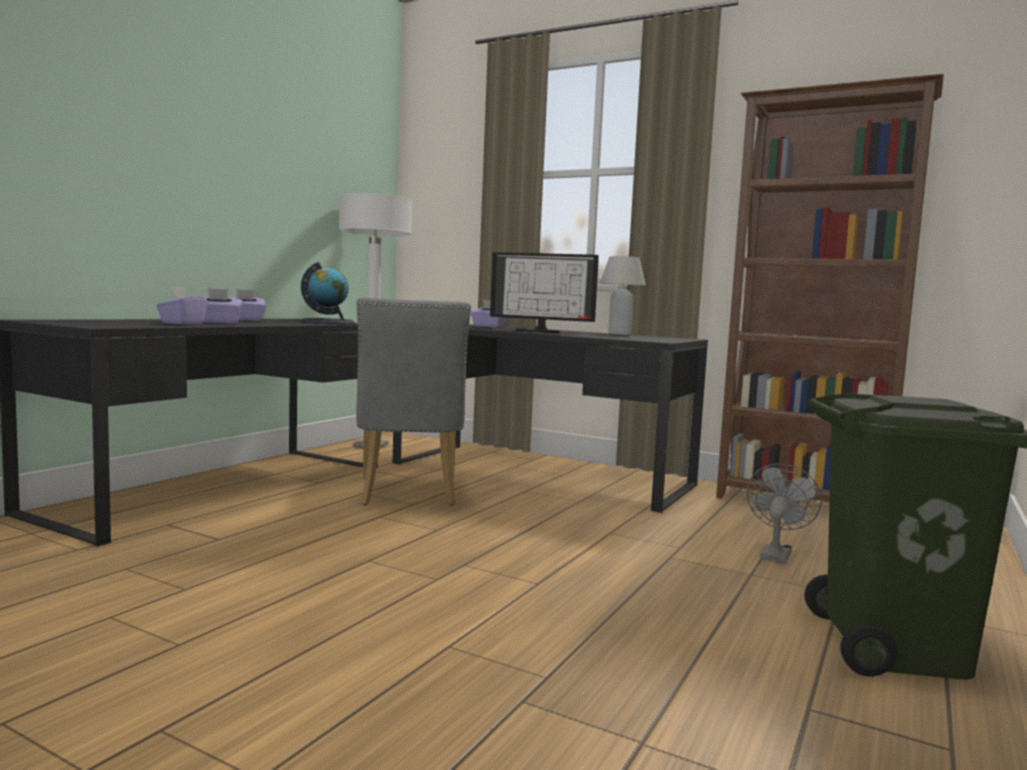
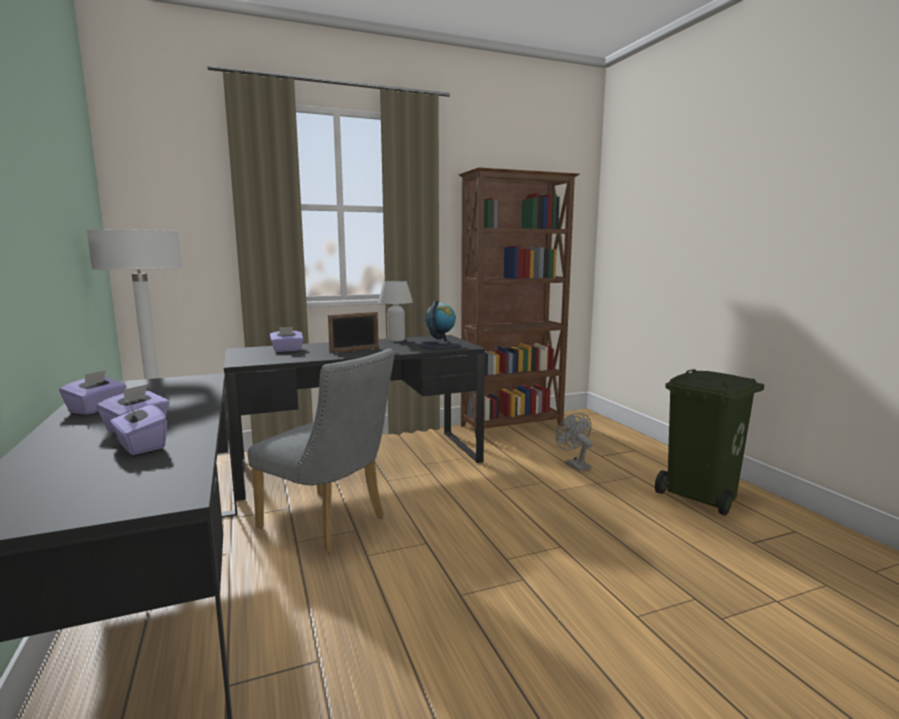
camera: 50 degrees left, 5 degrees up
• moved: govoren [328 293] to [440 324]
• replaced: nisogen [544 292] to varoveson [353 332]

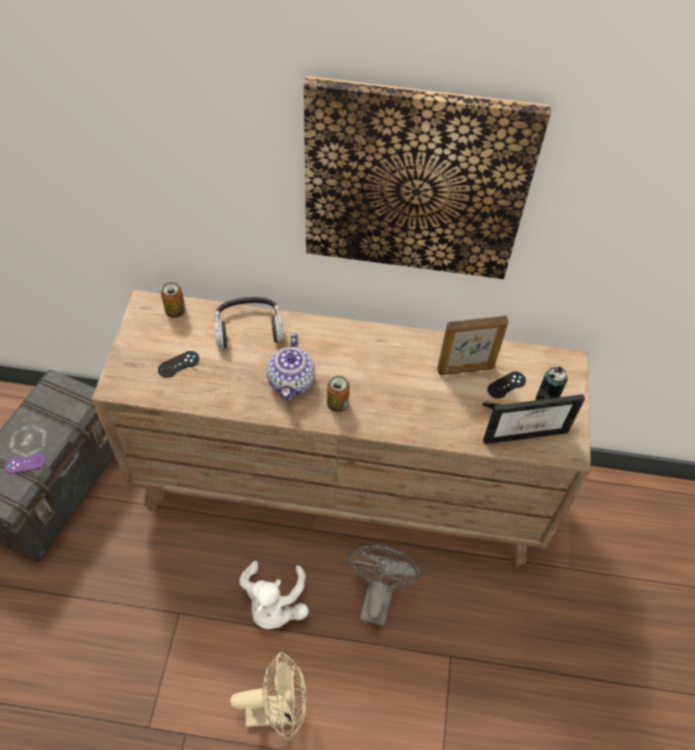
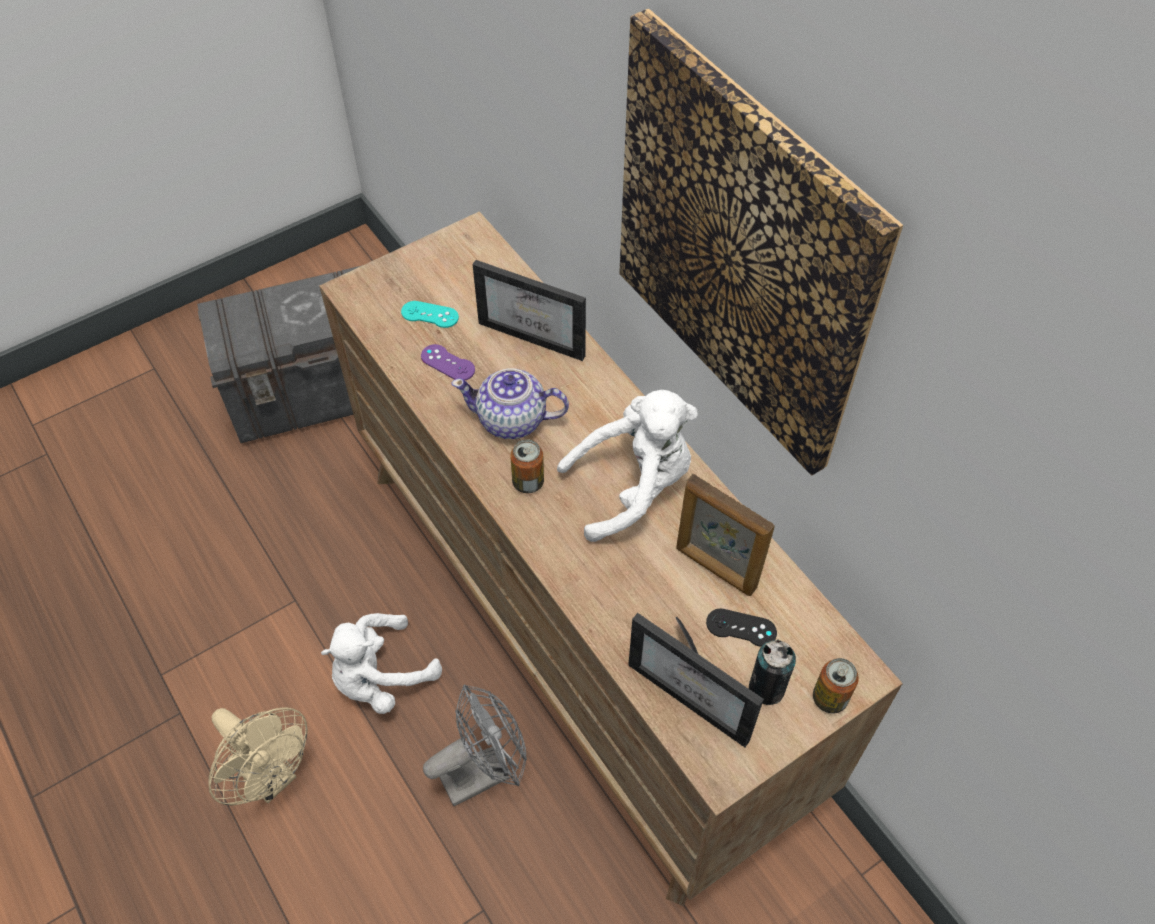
camera: 50 degrees right, 0 degrees up
• moved: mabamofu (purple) [25 463] to [448 362]
• recoloured: mabamofu (black) [178 364] to mabamofu (turquoise) [430 314]
• moved: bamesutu [173 300] to [836 685]
• replaced: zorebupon [249 323] to varoveson [529 310]
• turned: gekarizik [291 367] = [510 403] 45 degrees clockwise
• added: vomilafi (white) [627 466]

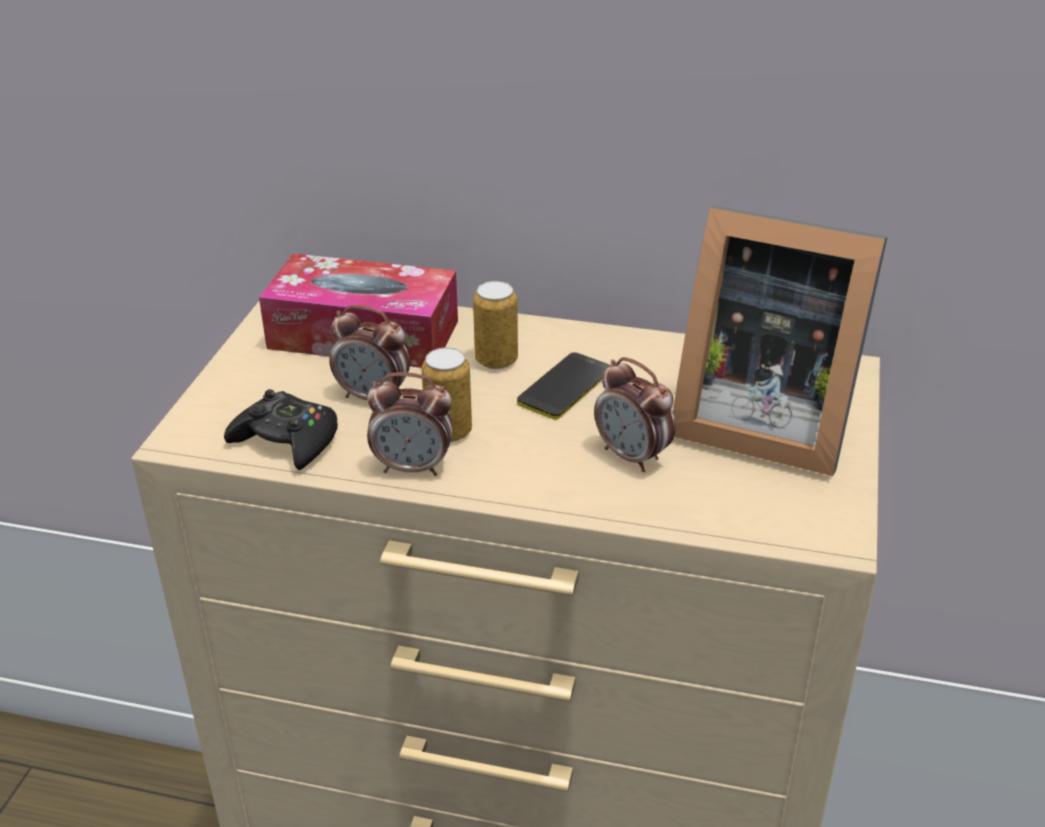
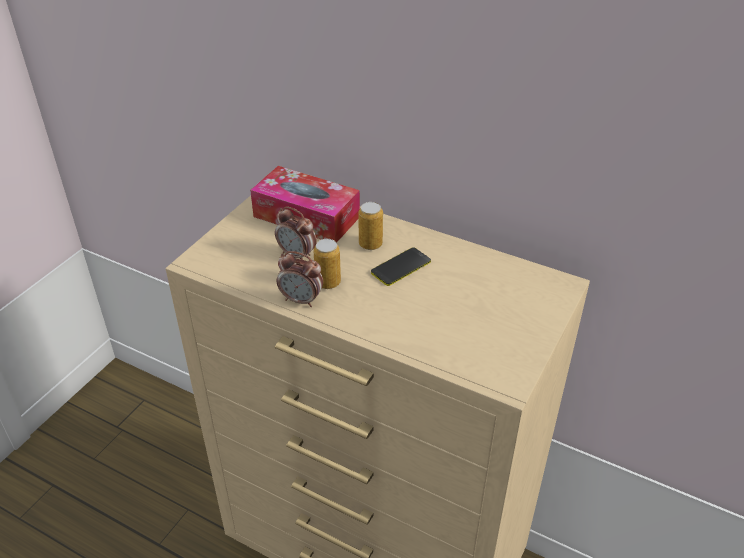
camera: 15 degrees right, 5 degrees up
• removed: mabamofu (black) [281 429]
• removed: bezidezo [635 414]
• removed: varoveson [780 340]

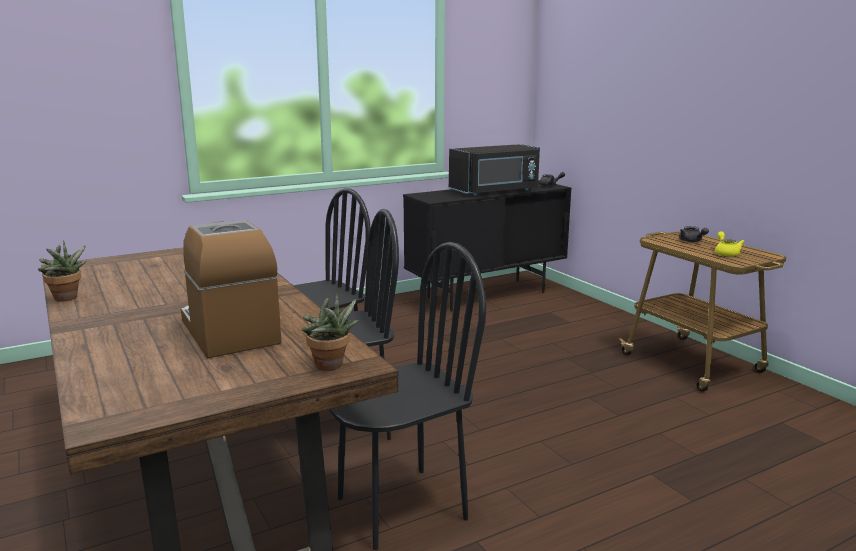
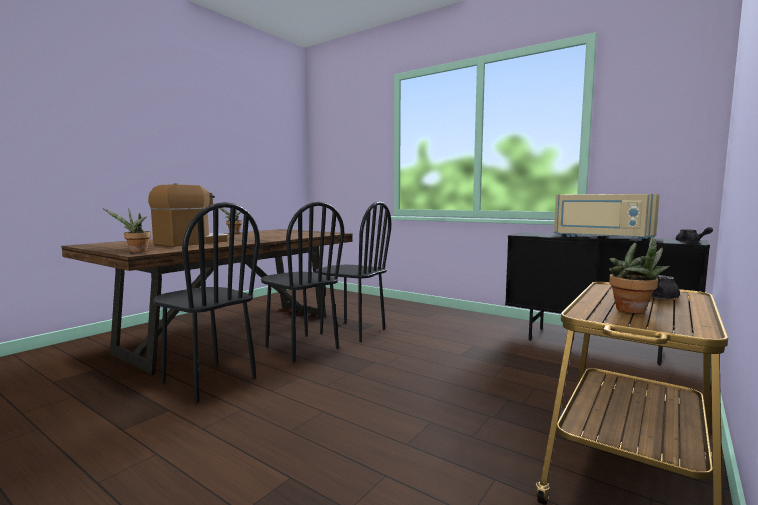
camera: 65 degrees right, 10 degrees down
• recoloured: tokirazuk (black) [494 169] to tokirazuk (beige) [607 217]
• replaced: gekarizik (yellow) [730 244] to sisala [639 274]

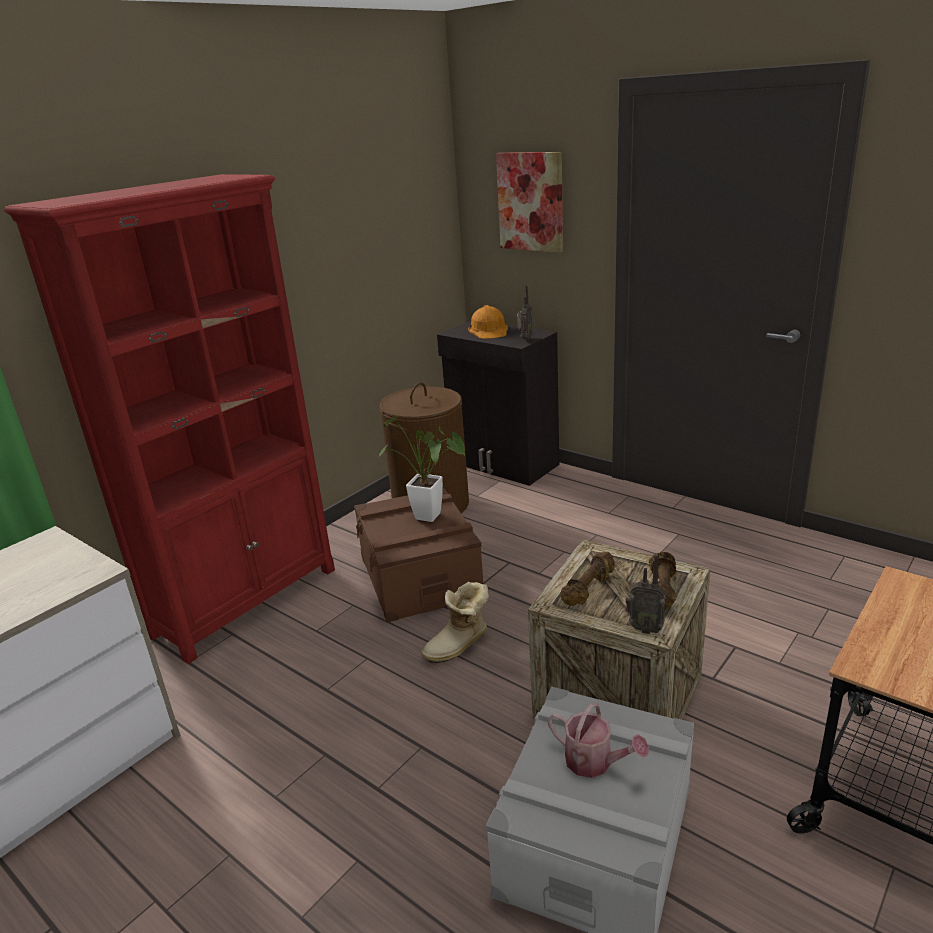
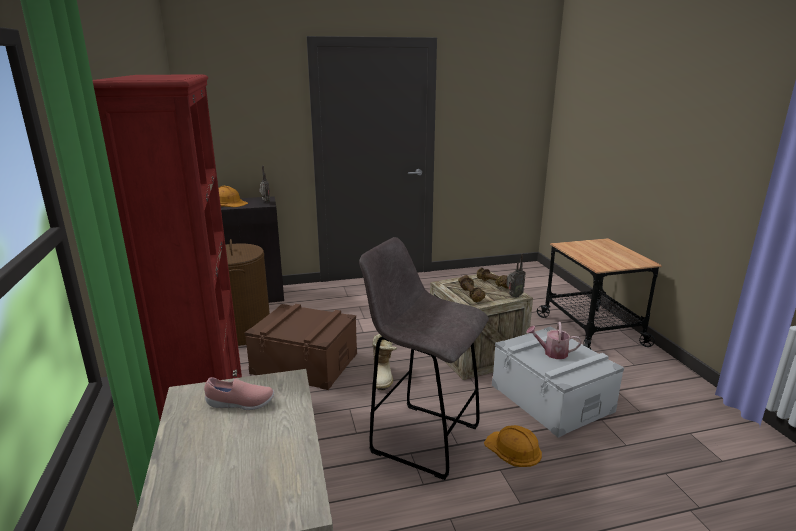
camera: 55 degrees left, 5 degrees down
• removed: sisala [421 469]
• removed: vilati [529 202]
• turned: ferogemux [598 740] = [554 340] 150 degrees counterclockwise
• added: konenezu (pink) [239 393]
• added: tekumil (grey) [424 358]
• added: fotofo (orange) [513 446]

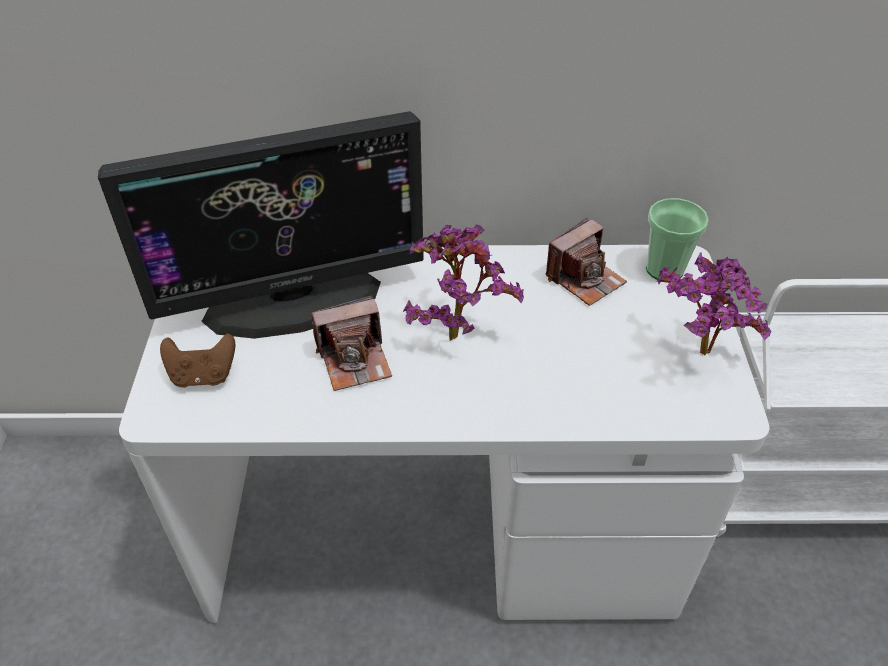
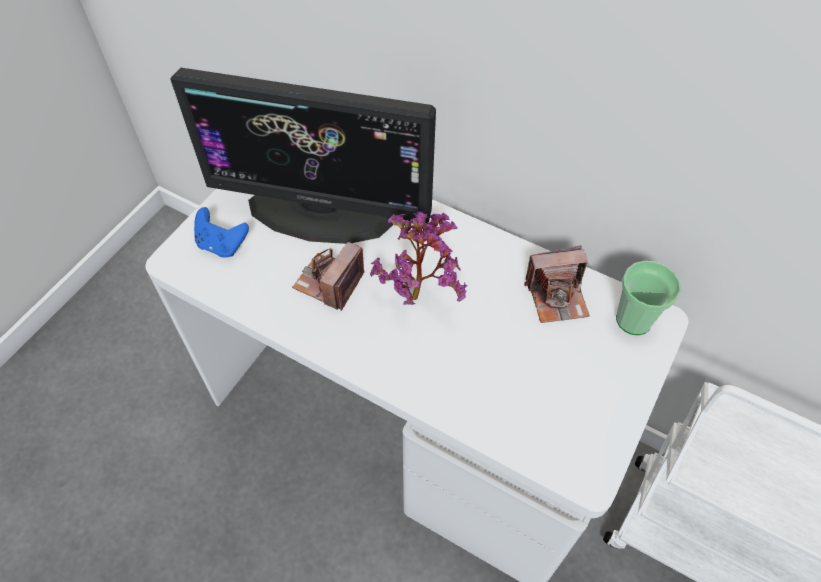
camera: 30 degrees right, 10 degrees up
• recoloured: mabamofu (brown) [197 361] to mabamofu (blue) [221 232]
• turned: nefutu [351 343] = [328 276] 105 degrees clockwise
• removed: sisala [714 304]

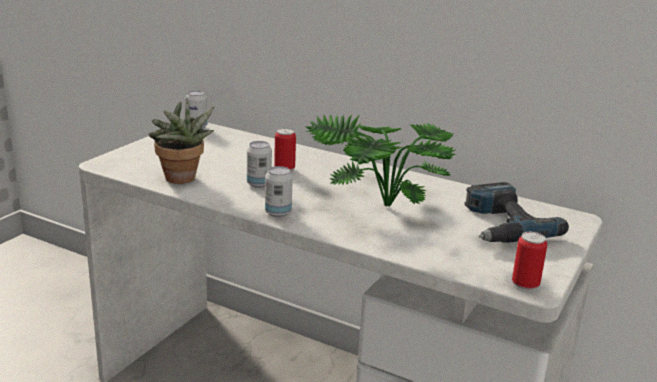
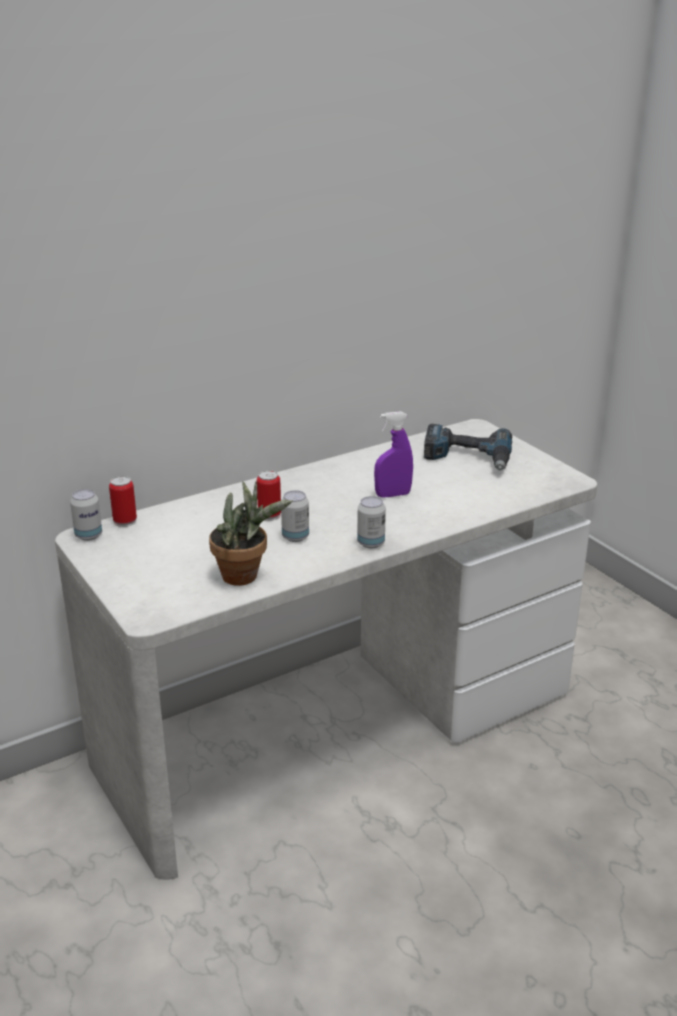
camera: 60 degrees left, 5 degrees up
• replaced: sisala [381 160] to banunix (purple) [393 454]
• moved: bamesutu [529 262] to [123 501]

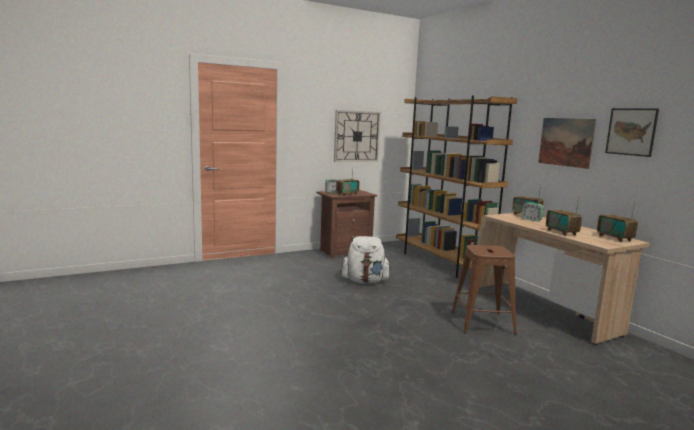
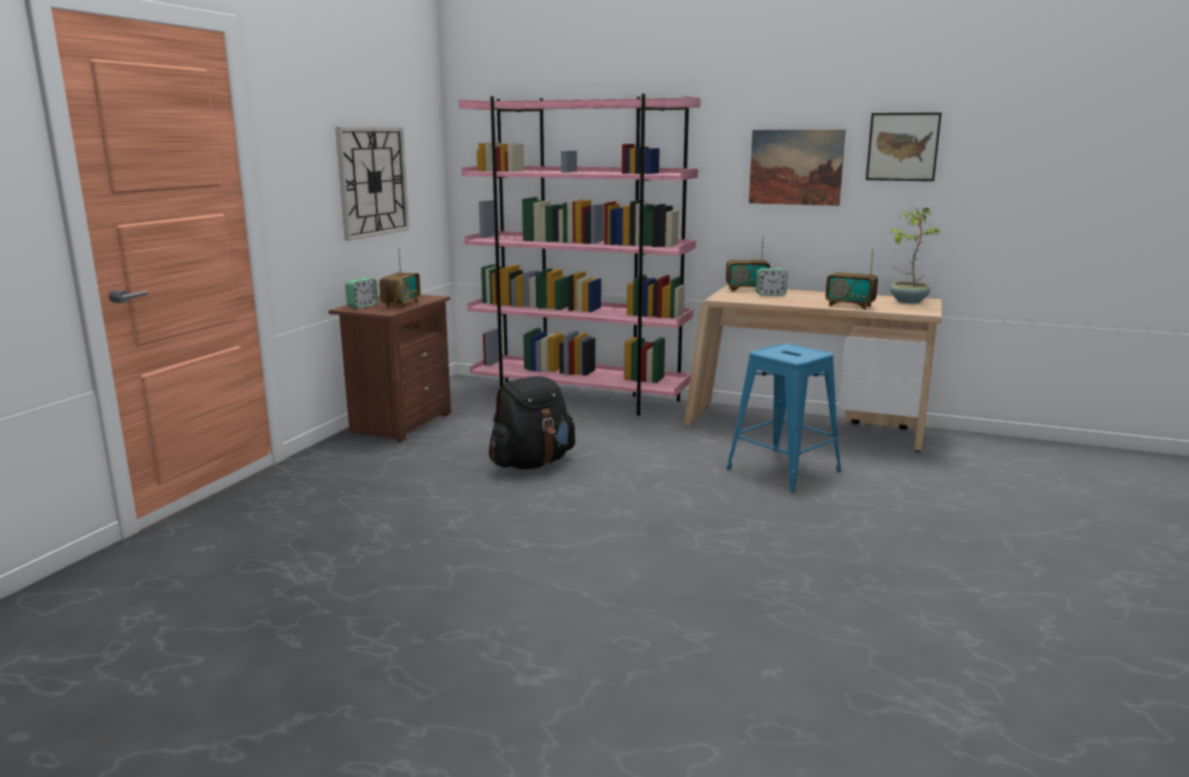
camera: 40 degrees left, 5 degrees up
• recoloured: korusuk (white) [366 259] to korusuk (black) [532 422]
• recoloured: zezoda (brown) [456 186] to zezoda (pink) [580 255]
• recoloured: tekumil (brown) [484 290] to tekumil (blue) [784 417]
• replaced: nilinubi [617 222] to sisala [916 255]

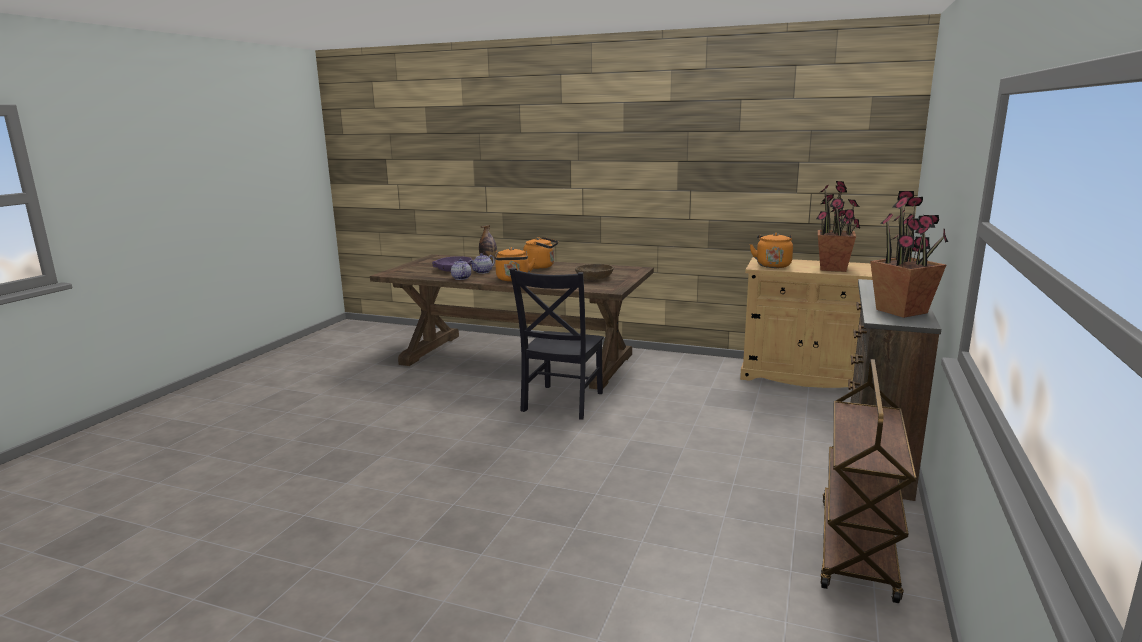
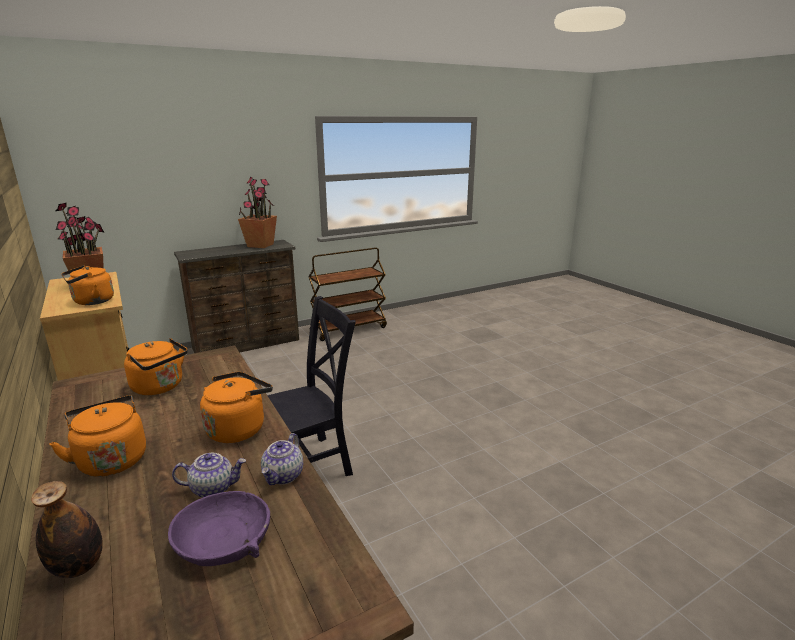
camera: 140 degrees left, 5 degrees up
• replaced: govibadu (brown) [594 272] to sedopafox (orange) [156 366]

